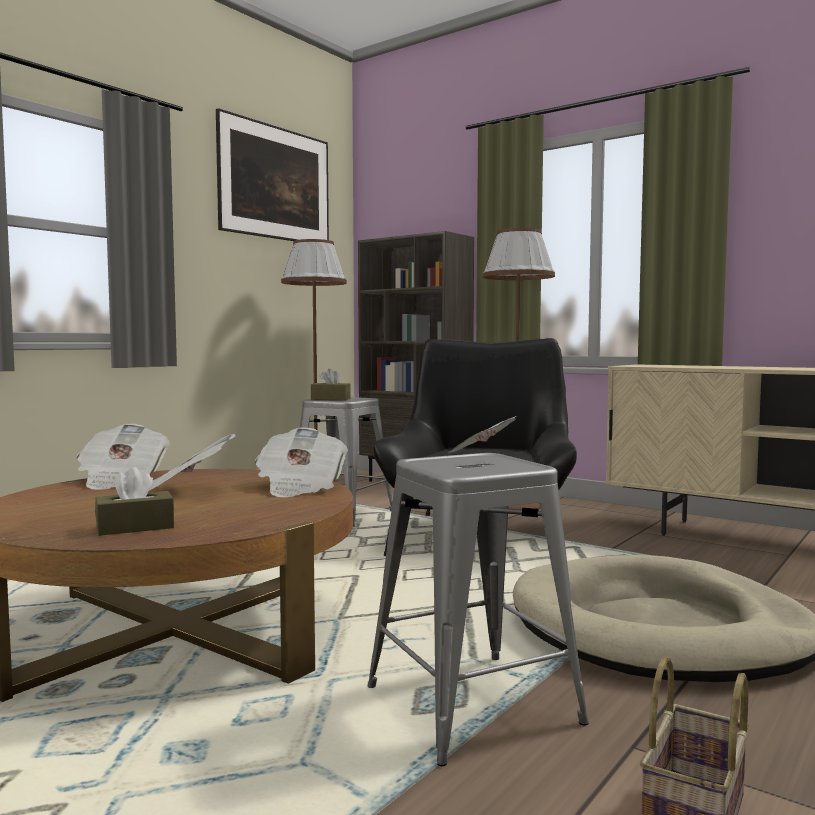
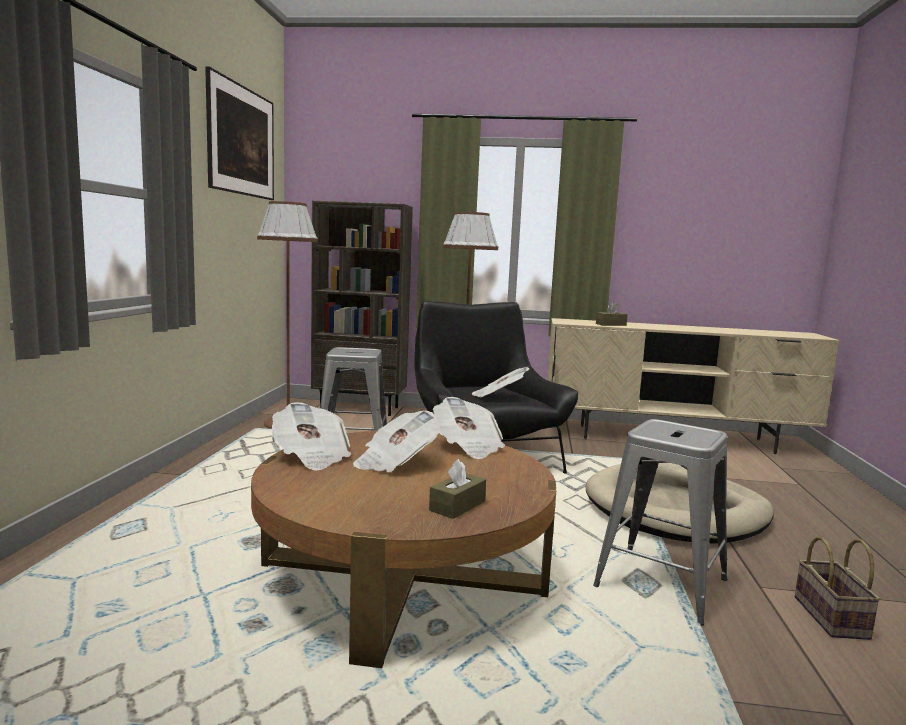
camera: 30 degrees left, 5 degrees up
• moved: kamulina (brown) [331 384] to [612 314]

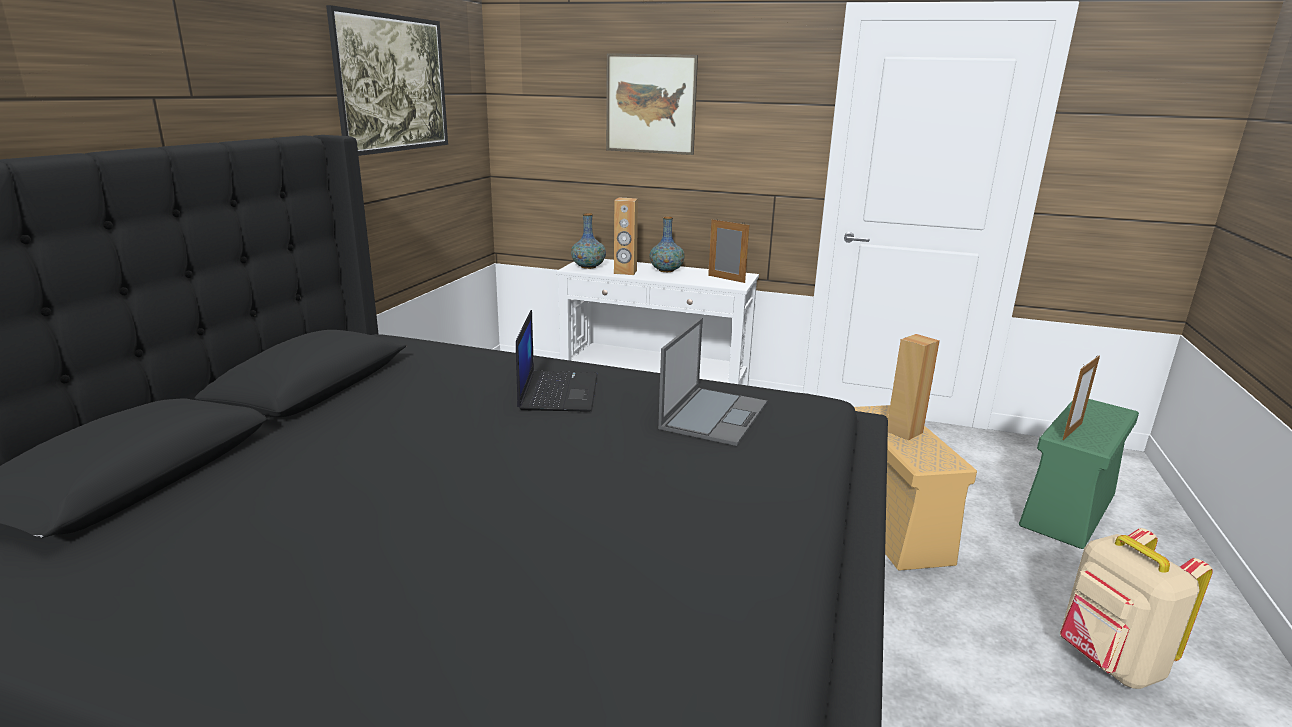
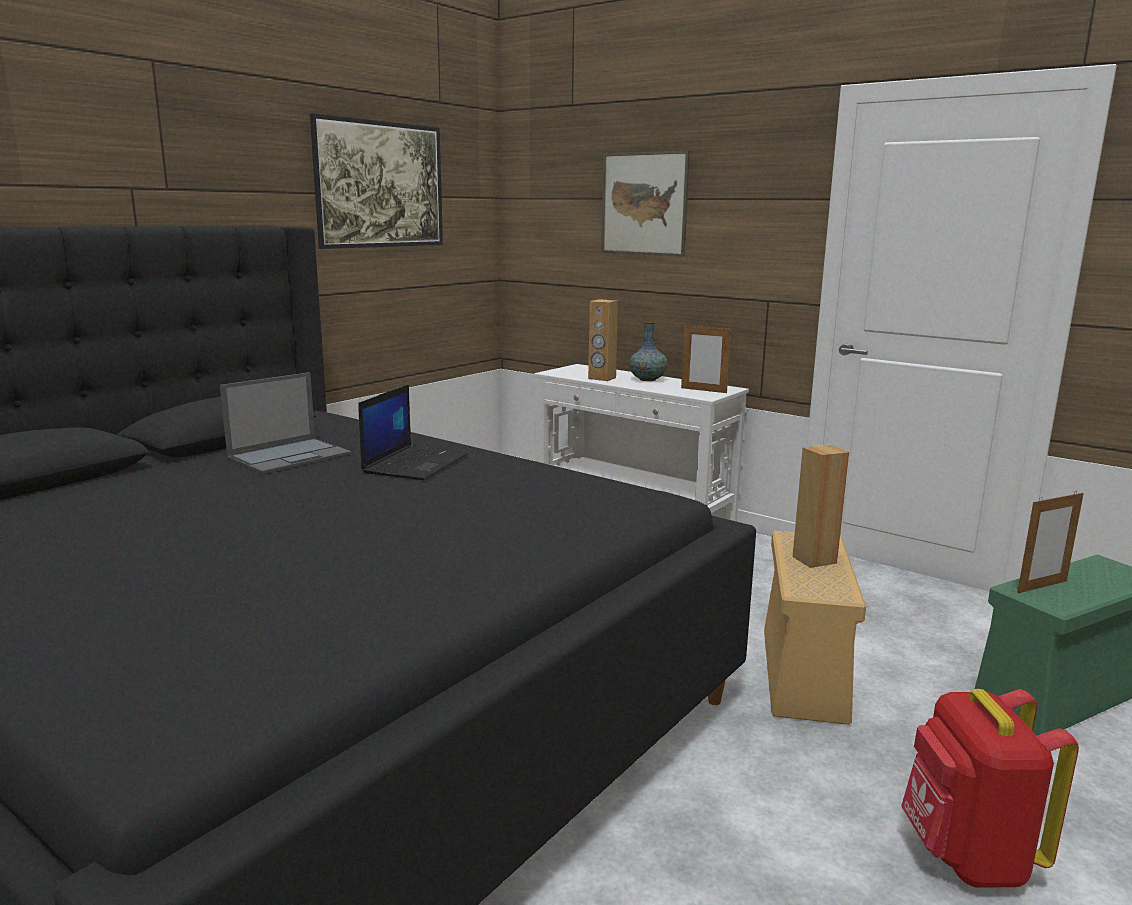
camera: 20 degrees right, 5 degrees down
• removed: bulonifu [588 241]
• moved: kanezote [712 382] to [285 423]
• turned: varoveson [728 250] = [706 358] 150 degrees clockwise
• recoloured: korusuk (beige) [1136 608] to korusuk (red) [990 788]

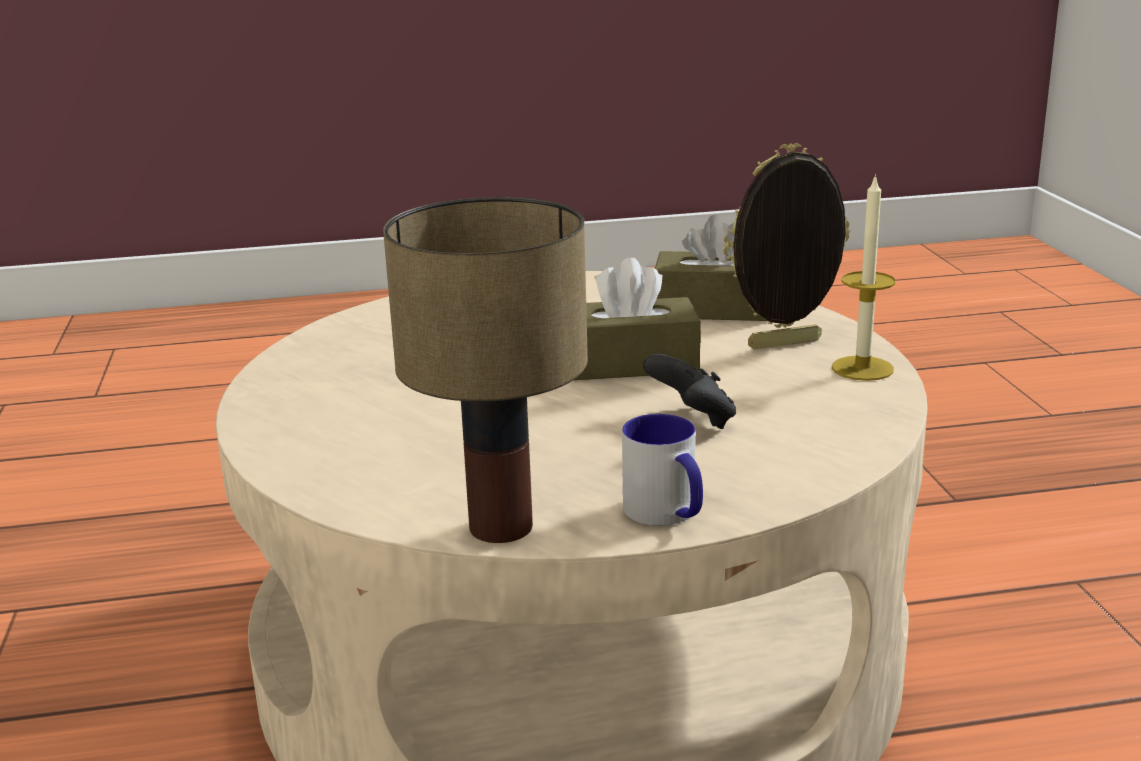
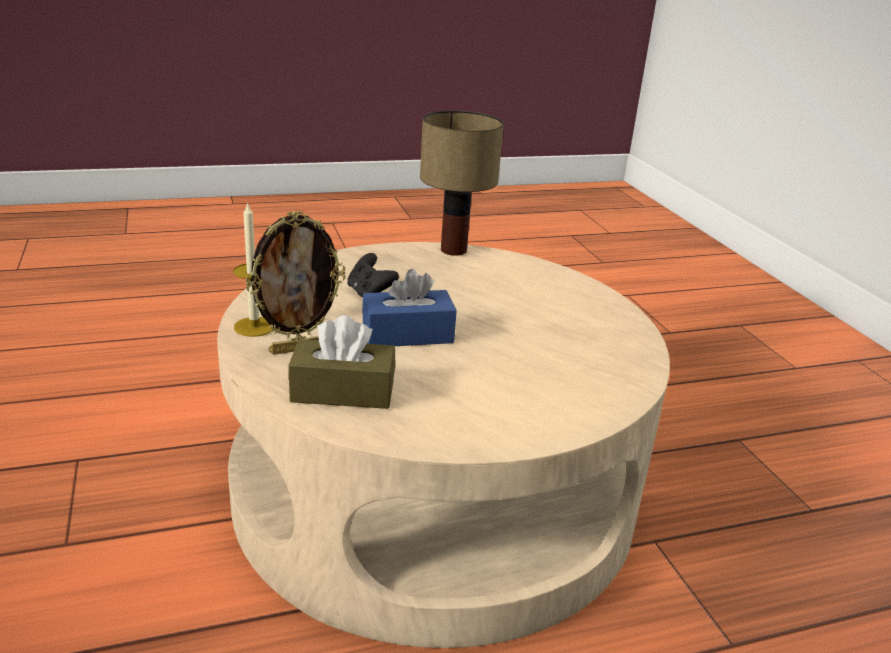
camera: 170 degrees right, 5 degrees up
• recoloured: kamulina (brown) [637 319] to kamulina (blue) [409 307]
• removed: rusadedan [662 470]

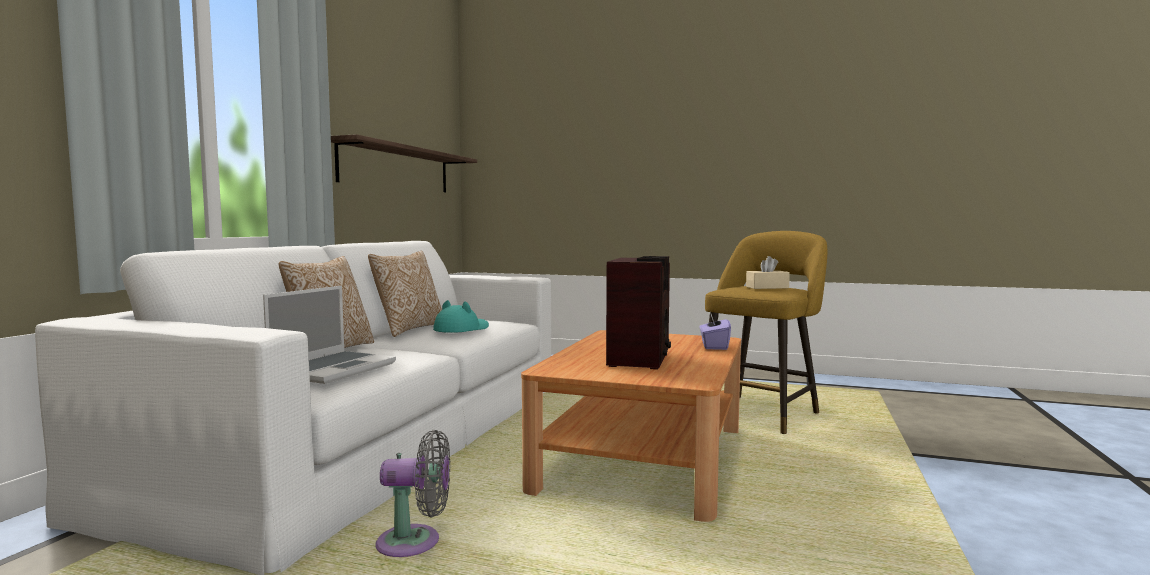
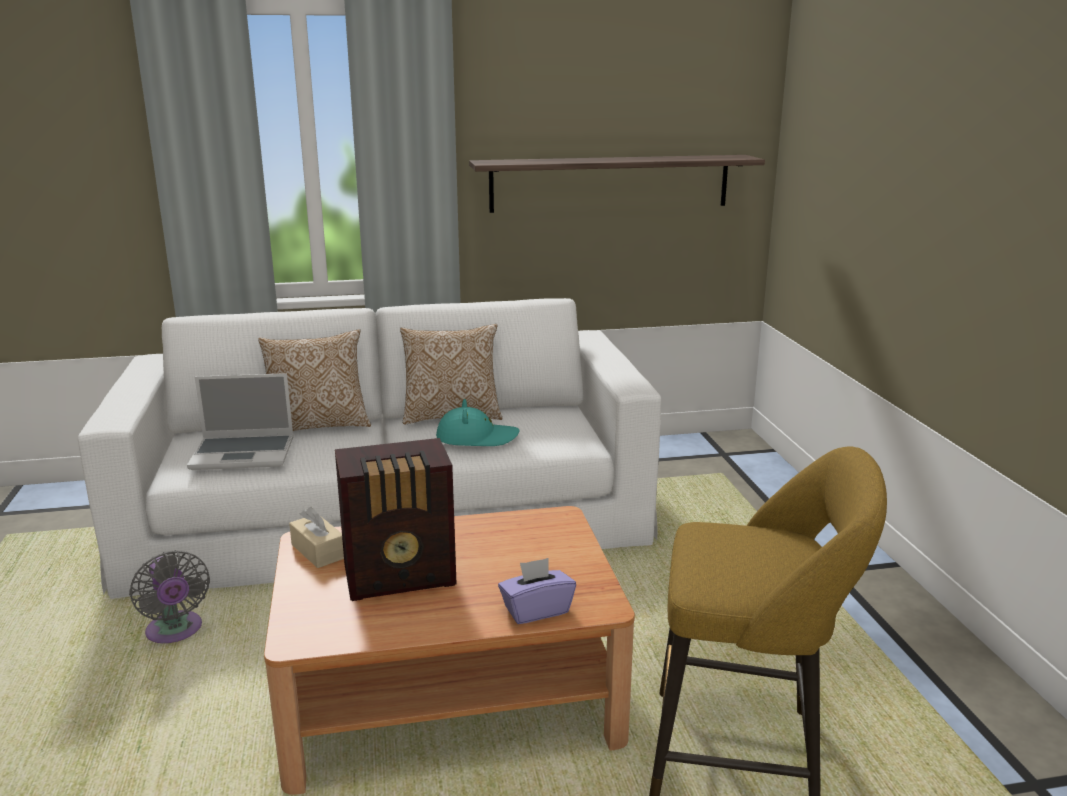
camera: 60 degrees right, 15 degrees up
• moved: kamulina (beige) [768 272] to [316 537]

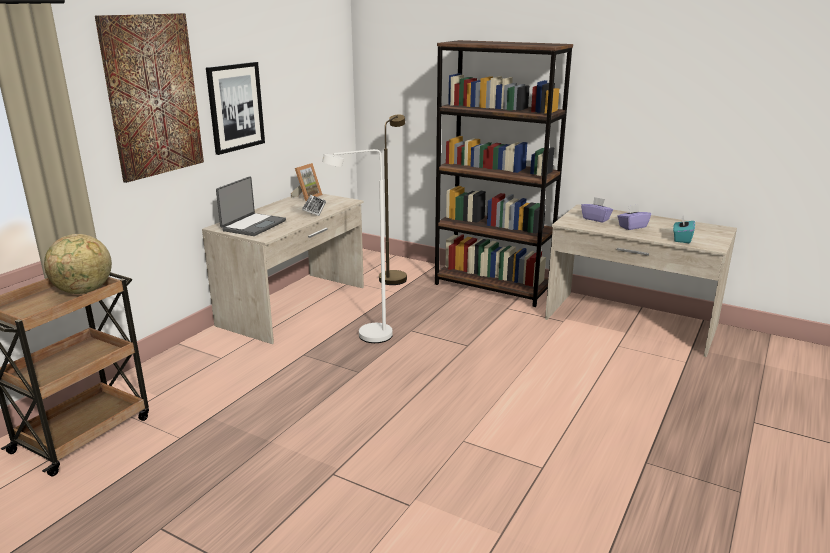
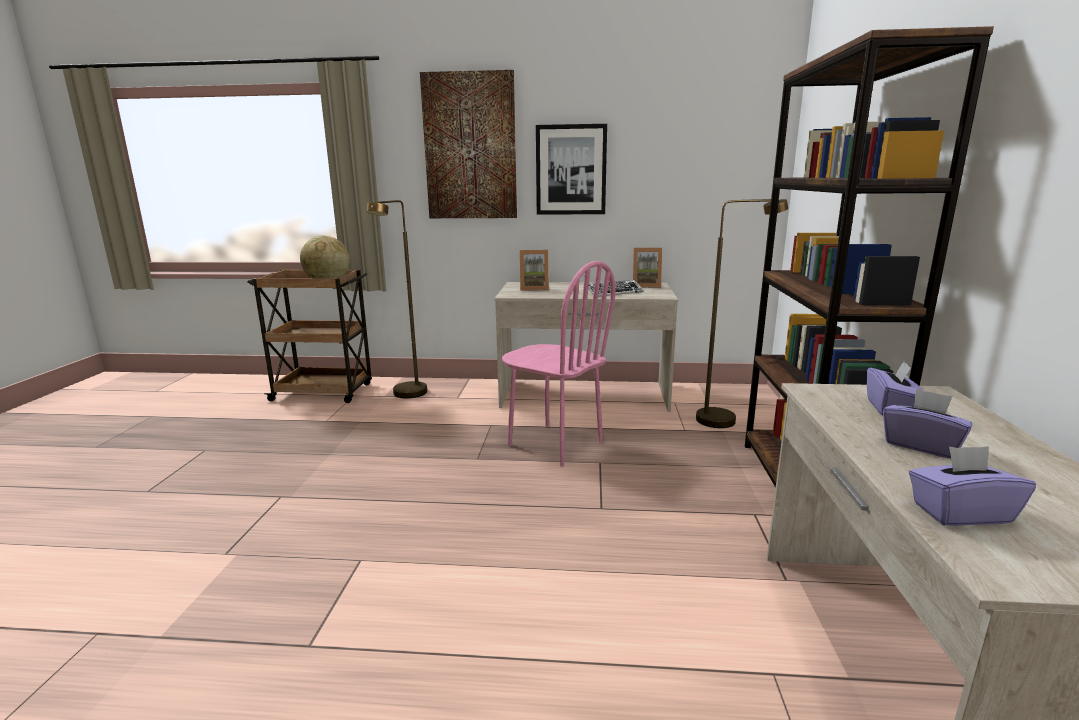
camera: 65 degrees right, 5 degrees down
• replaced: kanezote [251 206] to varoveson [534 270]
• replaced: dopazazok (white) [357 246] to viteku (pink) [559 364]
• recoloured: kamulina (turquoise) [684 229] to kamulina (purple) [972 486]
• added: dopazazok (brown) [397 299]

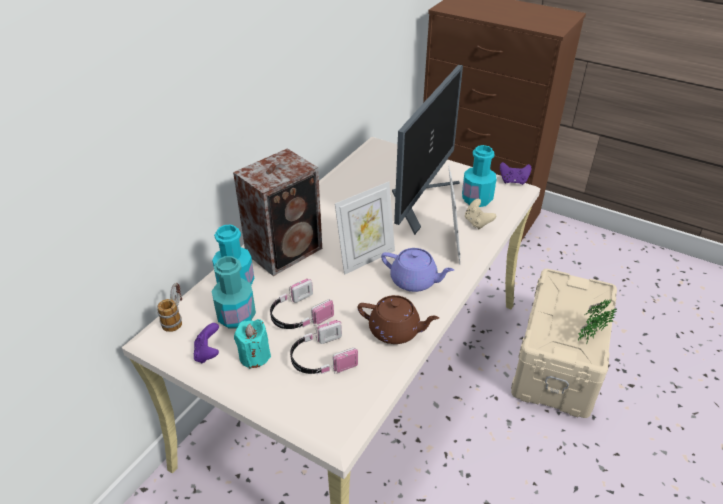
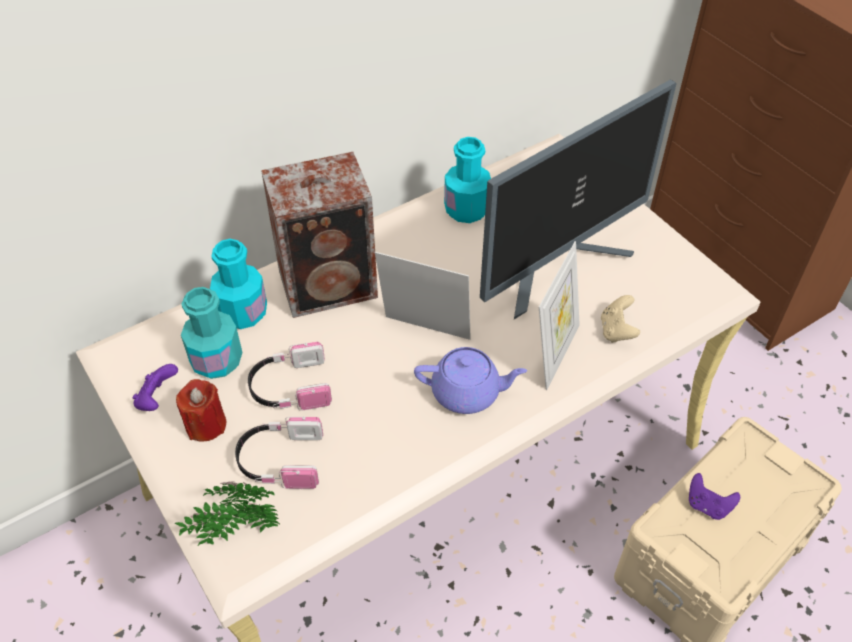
camera: 25 degrees right, 10 degrees up
• removed: rusadedan [169 307]
• recoloured: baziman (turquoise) [252 344] to baziman (red) [201 410]
• turned: varoveson [365 228] = [423 296] 150 degrees counterclockwise
• removed: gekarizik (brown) [398 319]
• turned: gekarizik (purple) [417 270] = [470 380] 45 degrees counterclockwise
• moved: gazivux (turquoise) [479 176] to [467 180]
• moved: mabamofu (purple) [515 173] to [714 496]
• moved: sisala [597 322] to [227 514]

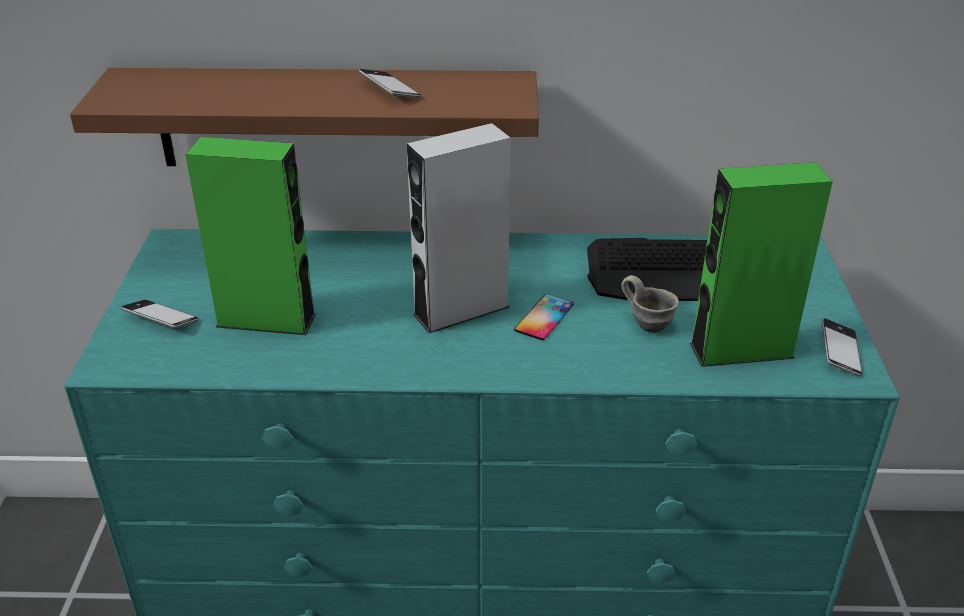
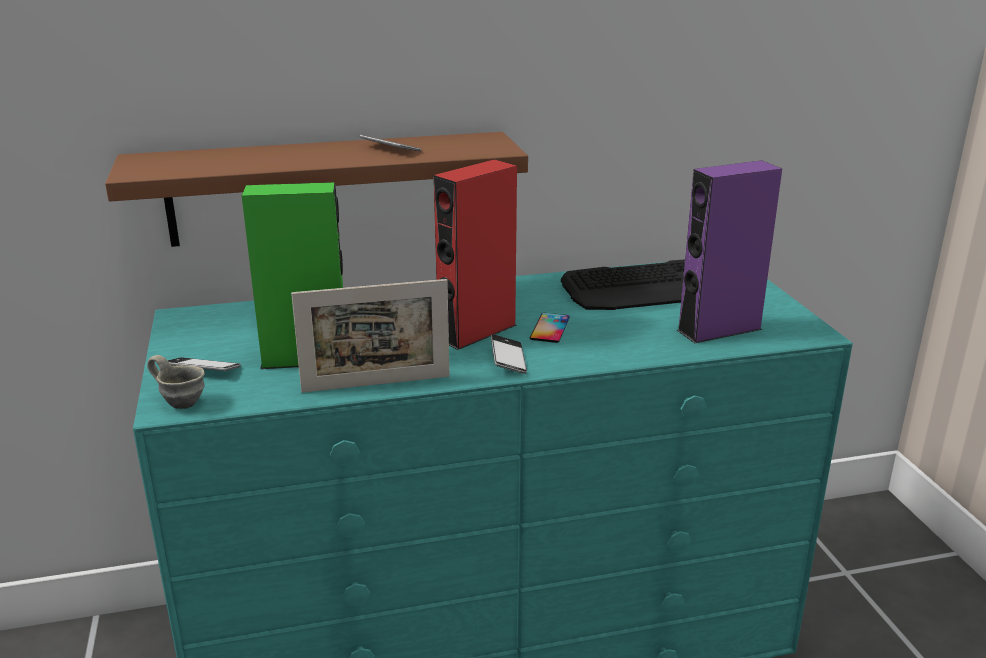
camera: 15 degrees left, 10 degrees down
• recoloured: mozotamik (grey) [459 228] to mozotamik (red) [475 254]
• moved: rusadedan (grey) [650 304] to [176 382]
• recoloured: mozotamik (green) [761 264] to mozotamik (purple) [729 251]
• moved: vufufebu [842 347] to [509 354]
• added: varoveson [370 336]

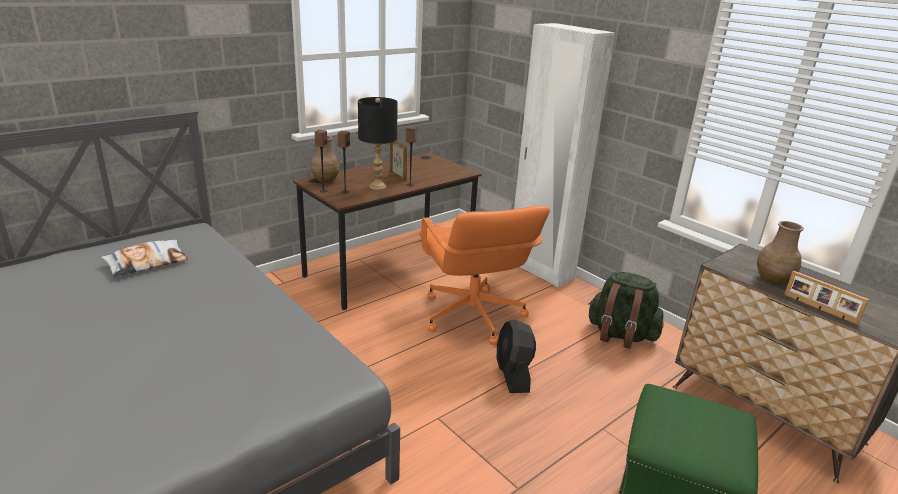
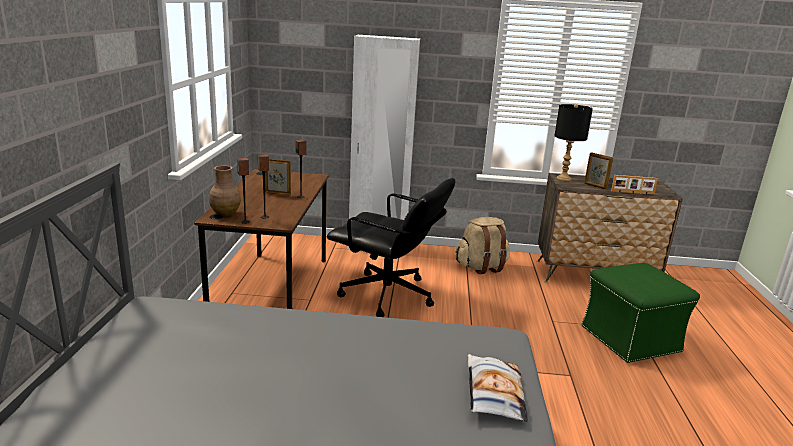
camera: 45 degrees left, 5 degrees down
• moved: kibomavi [144 258] to [498 388]
• moved: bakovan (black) [378 143] to [573 142]
• recoloured: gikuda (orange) [484 275] to gikuda (black) [391 247]
• removed: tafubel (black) [516 356]
• recoloured: korusuk (green) [626 310] to korusuk (beige) [482 245]
• replaced: bulonifu (brown) [780 253] to varoveson [598 170]

